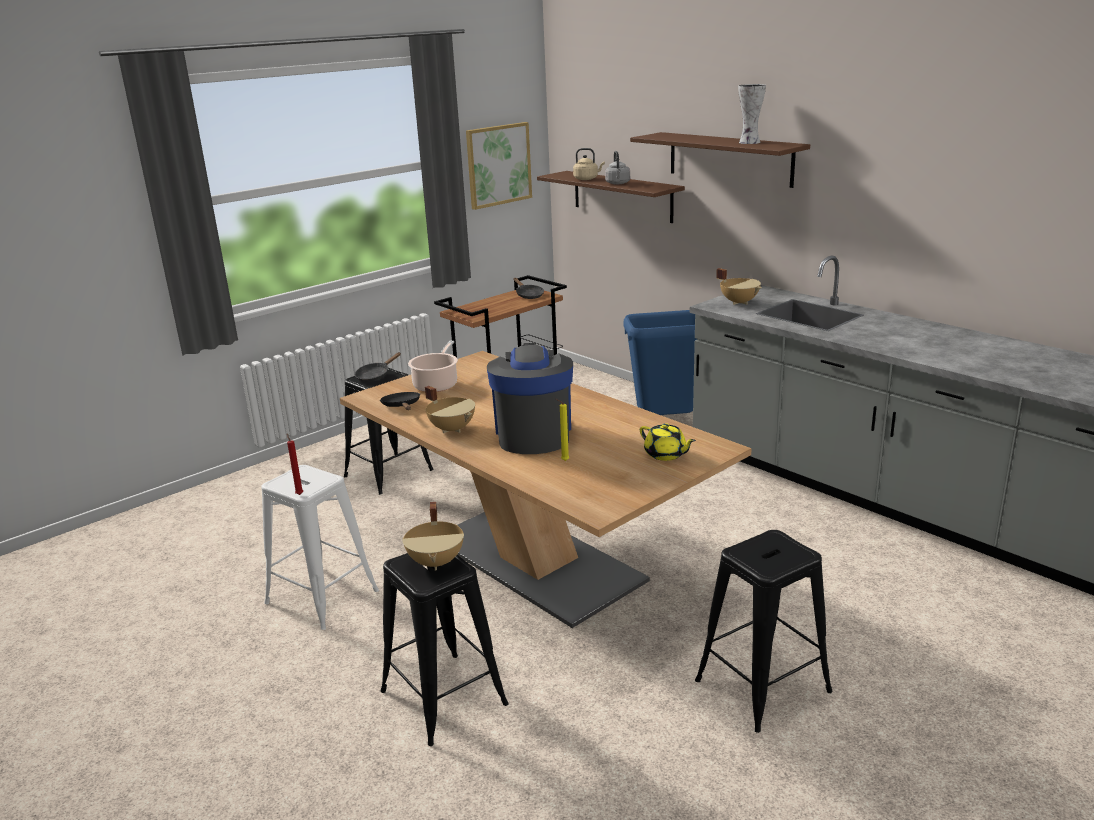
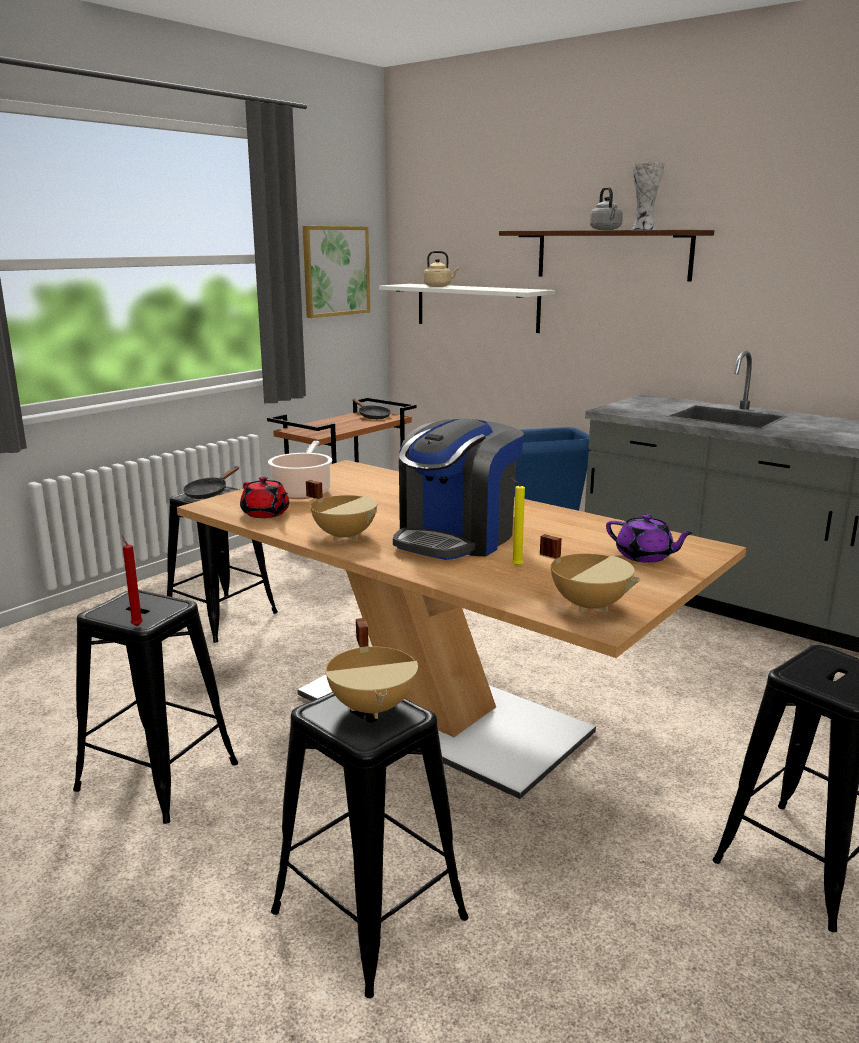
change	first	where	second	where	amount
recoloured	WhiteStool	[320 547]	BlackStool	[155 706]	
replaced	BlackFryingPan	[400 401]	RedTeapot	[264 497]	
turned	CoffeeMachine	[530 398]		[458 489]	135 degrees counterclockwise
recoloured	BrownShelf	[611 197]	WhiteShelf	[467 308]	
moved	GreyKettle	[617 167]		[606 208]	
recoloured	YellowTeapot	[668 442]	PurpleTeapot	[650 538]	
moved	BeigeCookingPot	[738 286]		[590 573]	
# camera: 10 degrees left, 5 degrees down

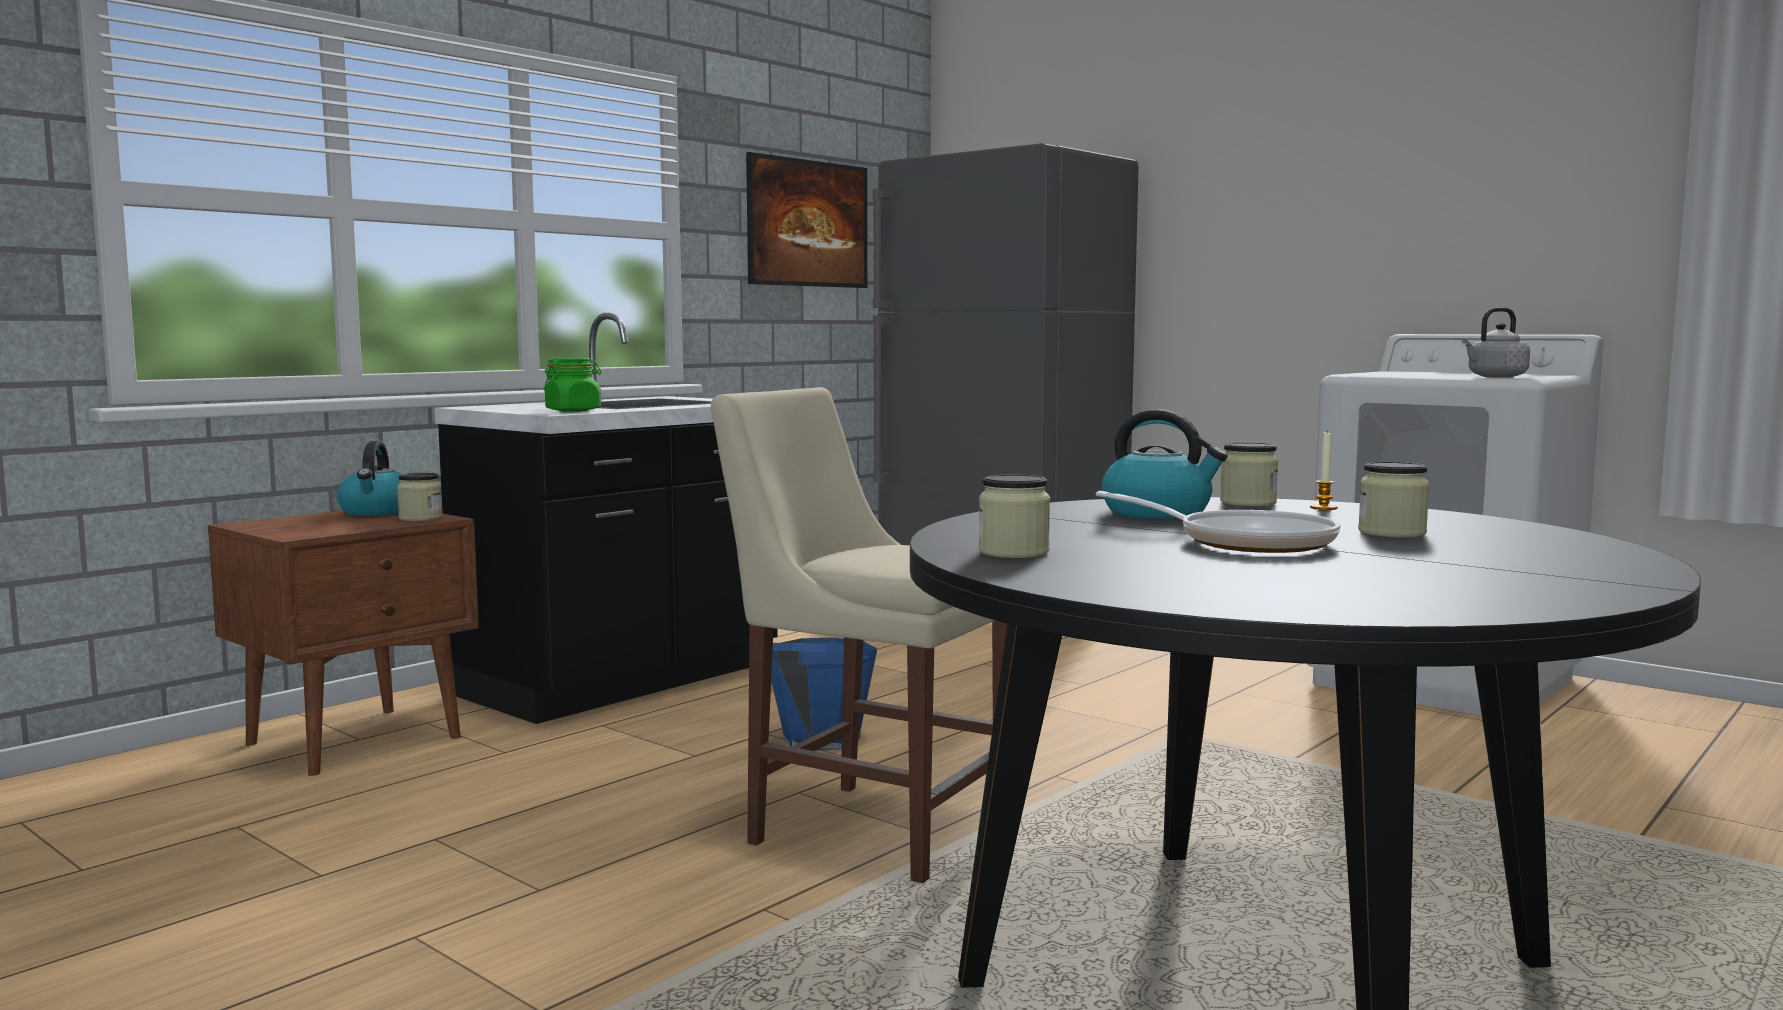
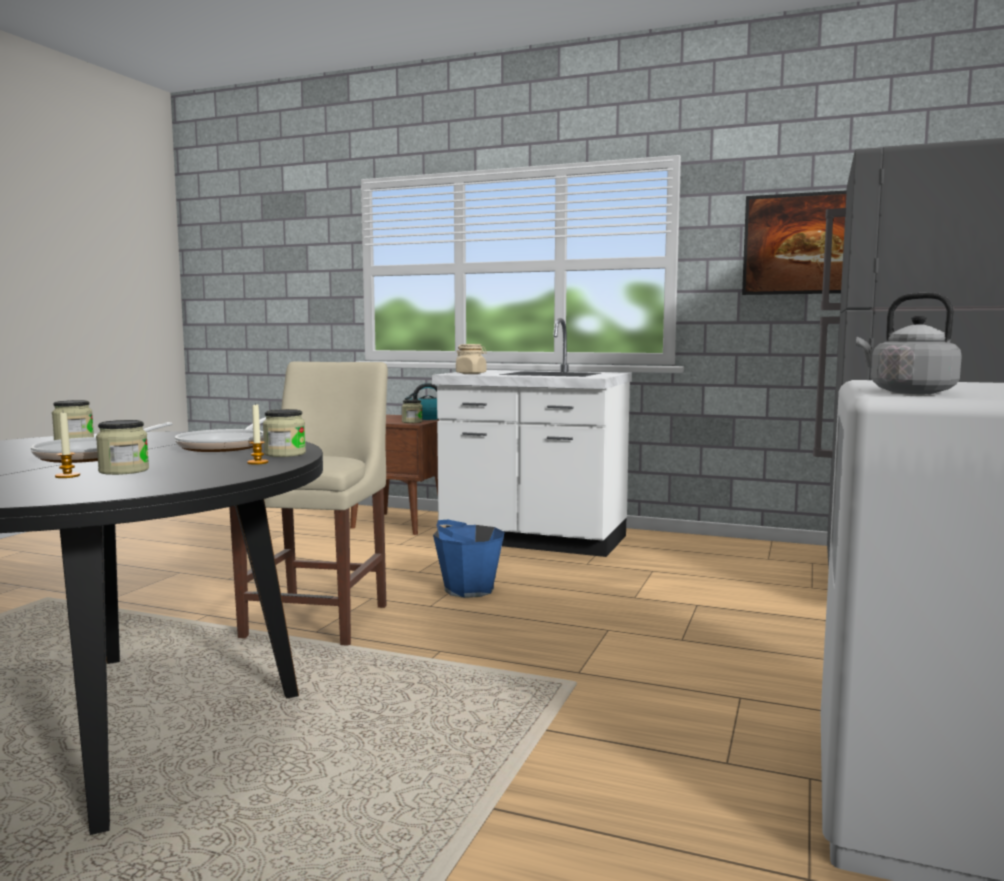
change	first	where	second	where	amount
recoloured	BlackCounter	[606 518]	WhiteCounter	[532 437]	
recoloured	GreenJar	[572 385]	BeigeJar	[471 359]	
replaced	Kettle	[1165 464]	FryingPan	[220 434]	
added			Candle	[67 445]	
# camera: 70 degrees right, 0 degrees up

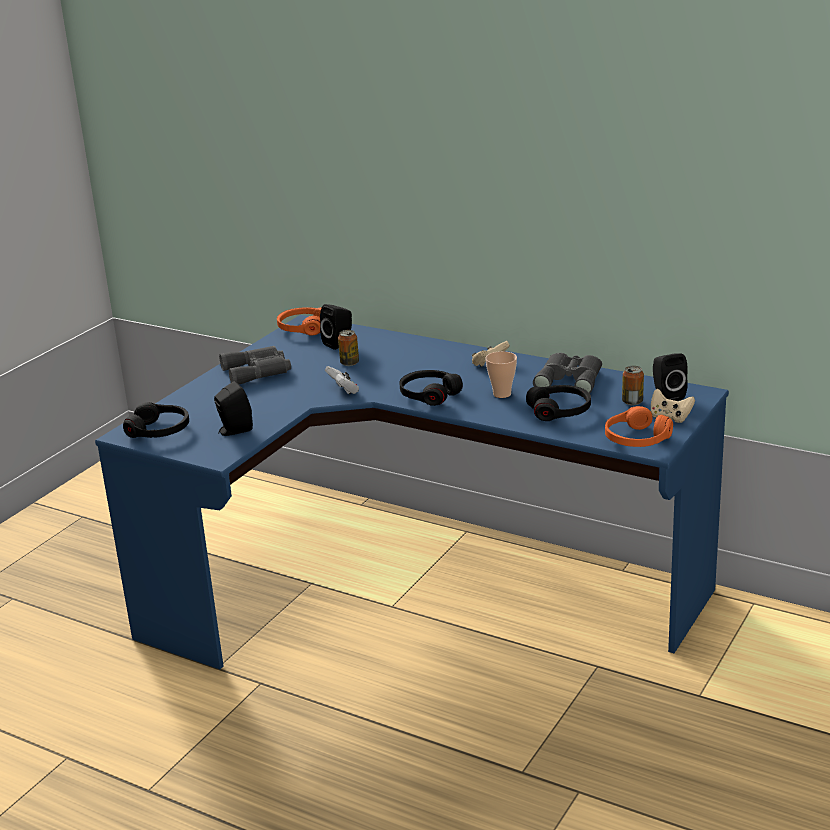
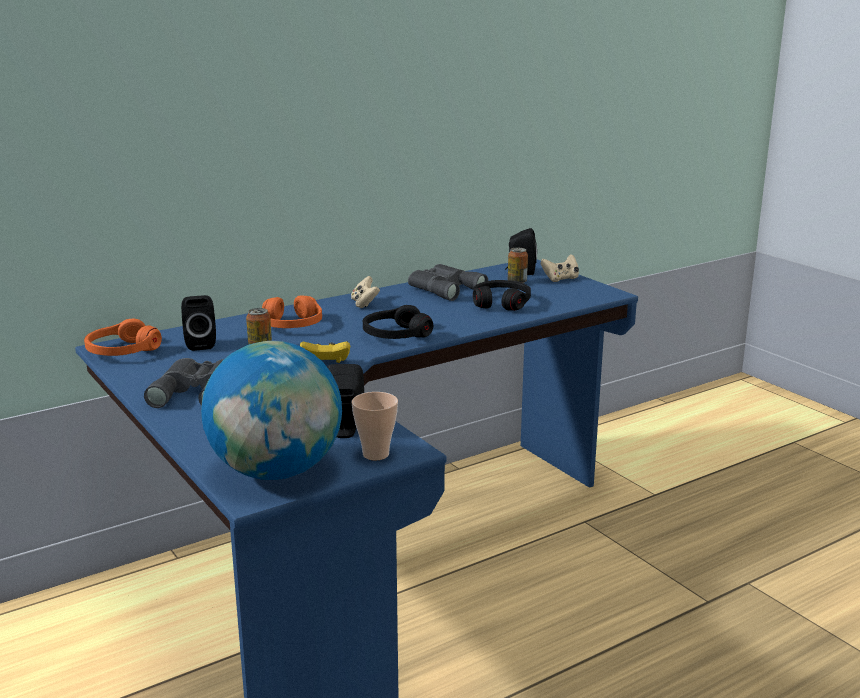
change	first	where	second	where	amount
replaced	BlackHeadphones	[156 420]	Globe	[271 410]	
recoloured	WhiteGameController	[342 380]	YellowGameController	[325 352]	
moved	Cup	[501 374]		[375 426]	
moved	OrangeHeadphones	[639 426]		[292 312]	
# camera: 65 degrees left, 5 degrees down

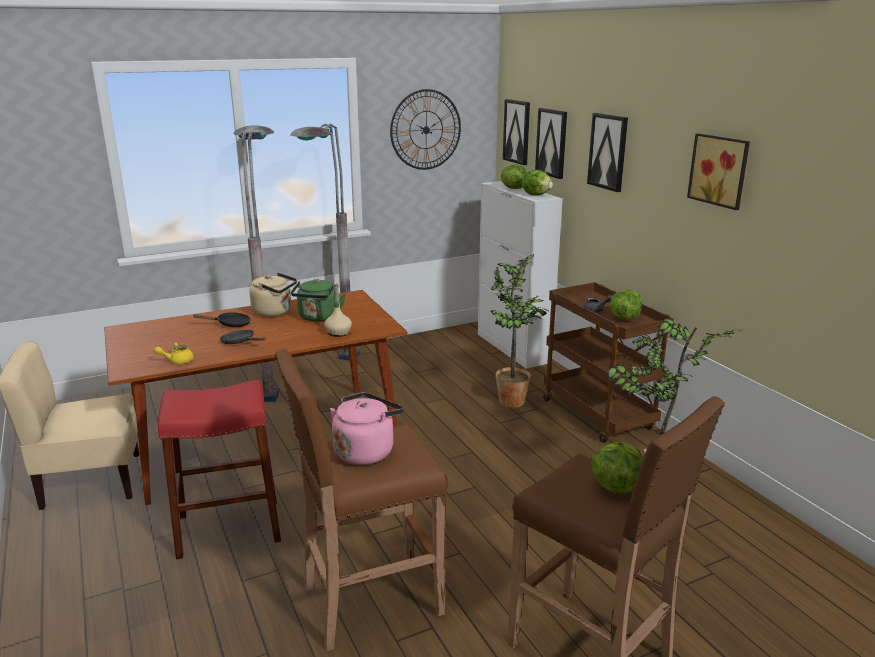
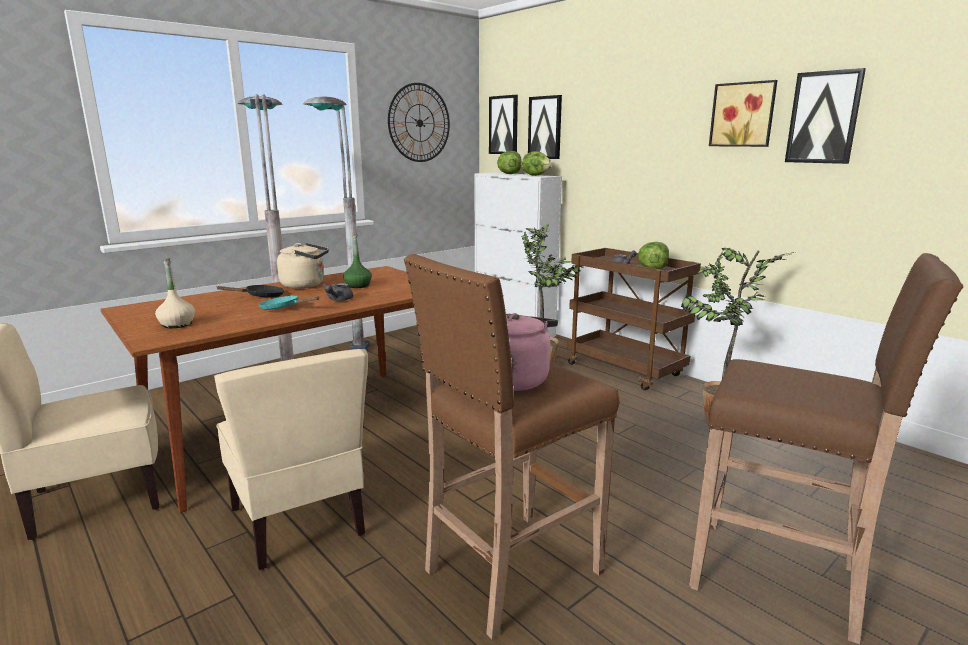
change	first	where	second	where	amount
removed	YellowTeapot	[174 353]			
replaced	RedStool	[219 470]	BeigeChair	[291 459]	
recoloured	BlackFryingPan	[243 337]	TurquoiseFryingPan	[289 303]	
replaced	GreenKettle	[318 300]	GreenBottle	[357 260]	
moved	BeigeBottle	[338 310]		[175 293]	
moved	Picture	[607 152]		[825 116]	
removed	Lettuce	[617 468]			
added			GreyTeapot	[338 292]	
# camera: 15 degrees left, 5 degrees down

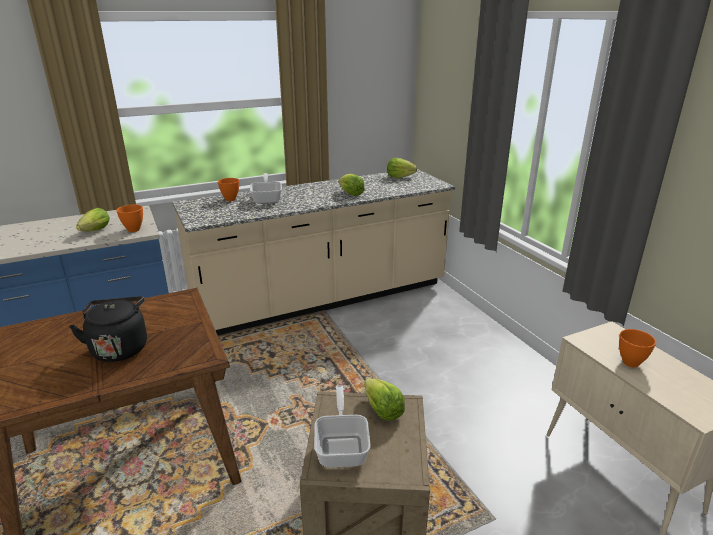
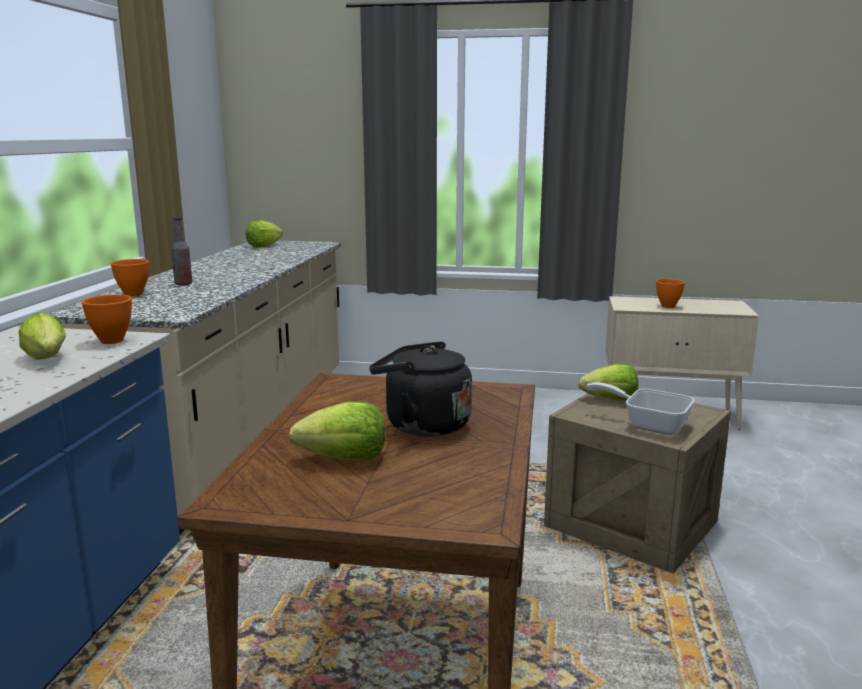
change	first	where	second	where	amount
replaced	FryingPan	[266 188]	Bottle	[181 251]	
moved	Lettuce	[352 185]		[338 430]	
# camera: 55 degrees left, 10 degrees down

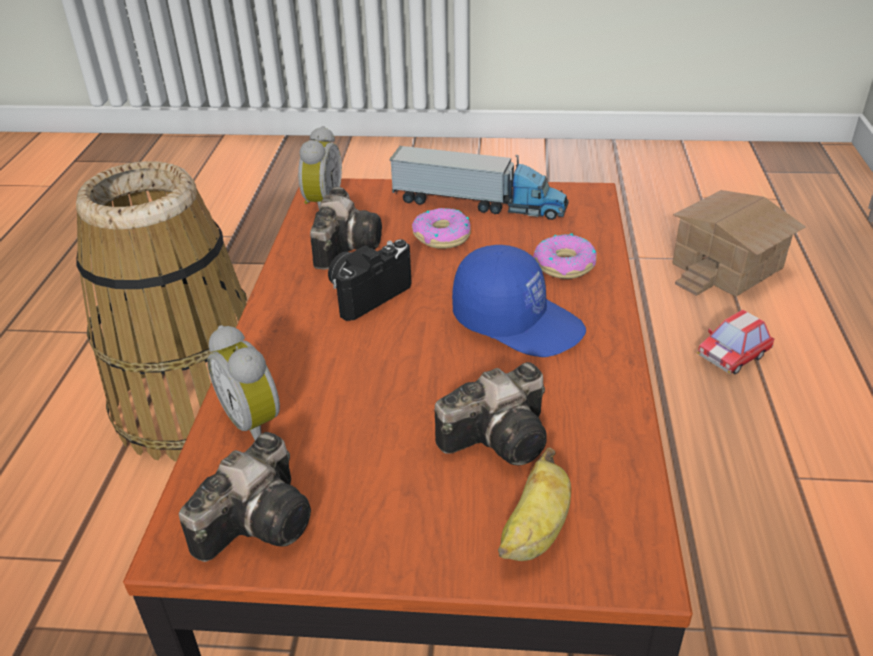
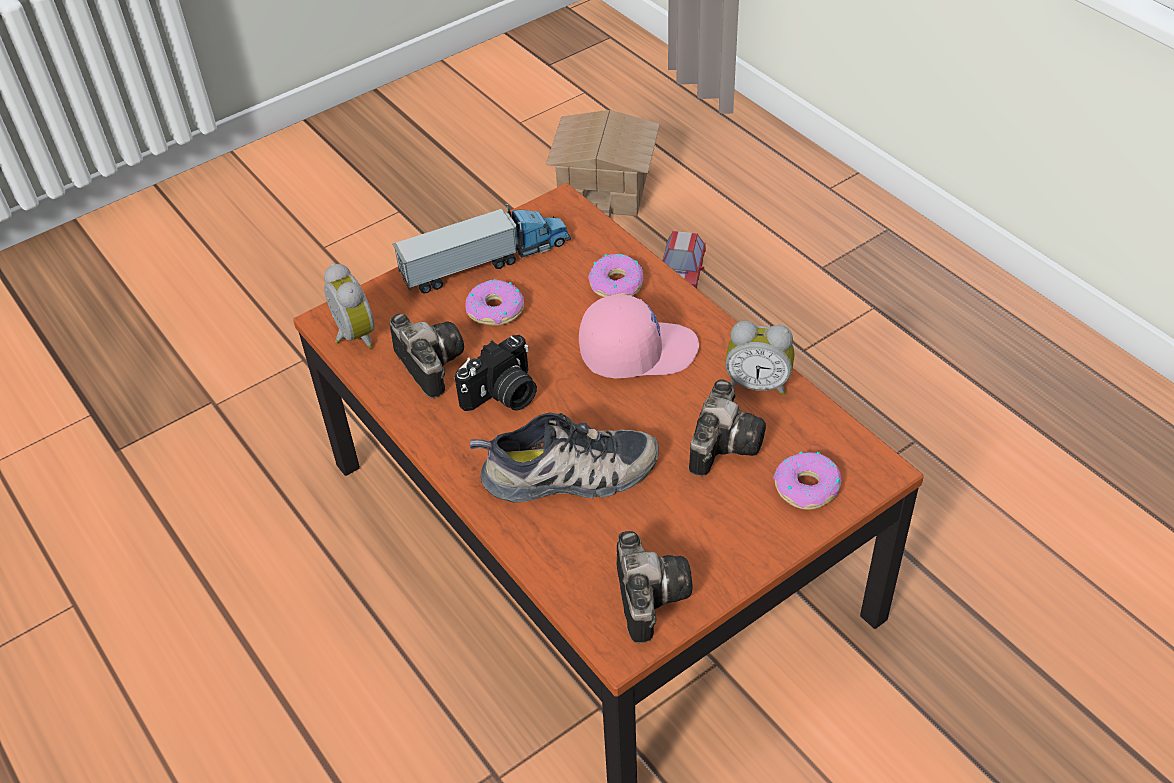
change	first	where	second	where	amount
removed	Basket	[161 311]			
moved	AlarmClock	[243 382]		[759 358]	
turned	PhotoCamera	[370 280]		[496 373]	135 degrees counterclockwise
recoloured	BlueCap	[519 301]	PinkCap	[639 336]	
replaced	Banana	[534 504]	Donut	[807 481]	
added			Shoe	[564 457]	
# camera: 40 degrees left, 10 degrees up

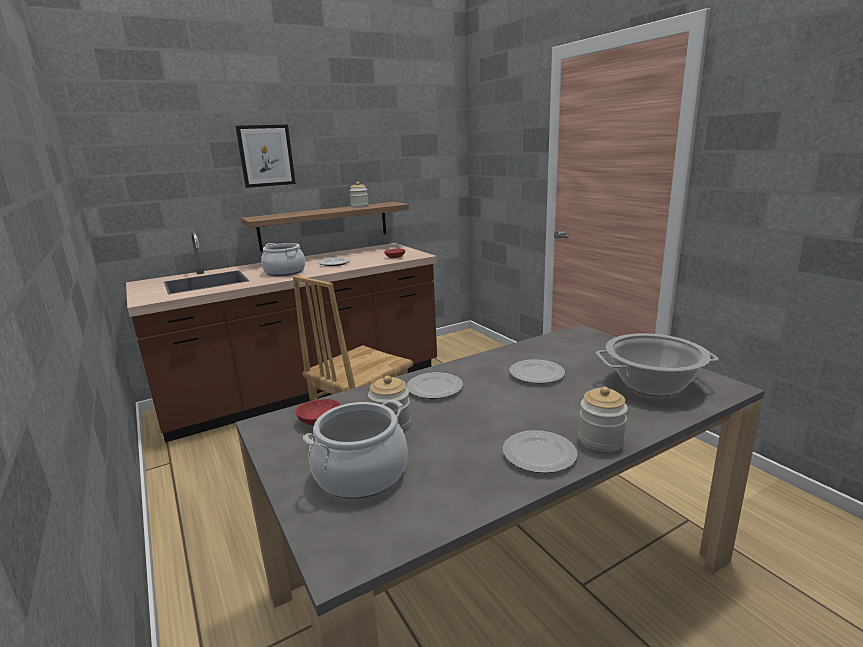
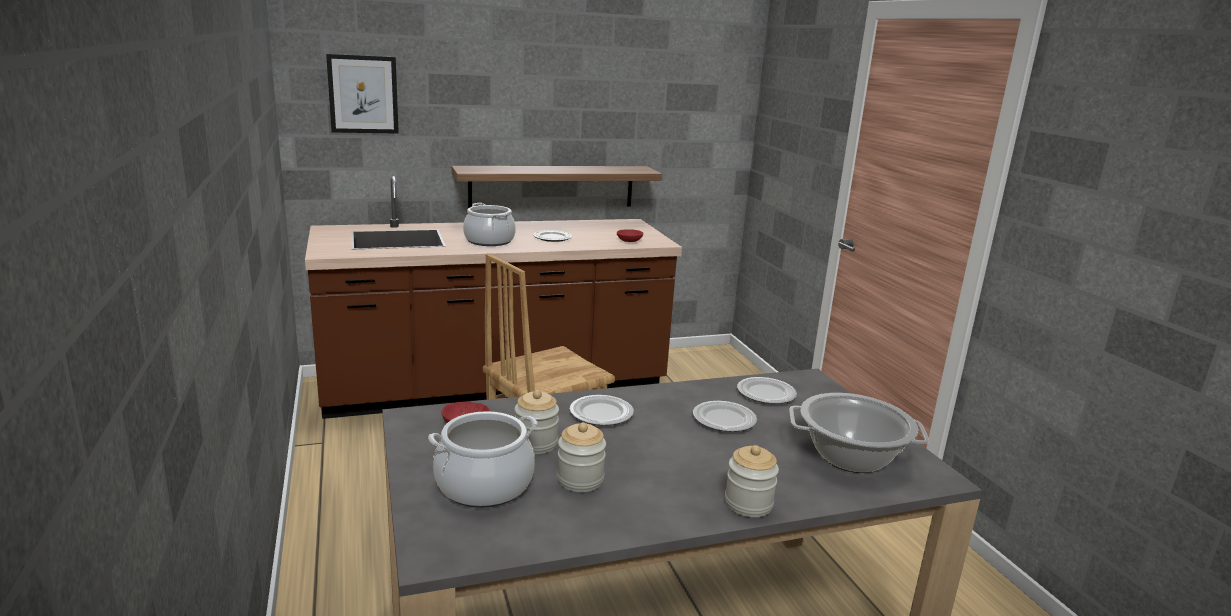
change	first	where	second	where	amount
moved	Picture	[266 156]		[362 94]	
moved	Jar	[359 195]		[581 457]	
moved	Plate	[540 451]		[767 390]	
# camera: 10 degrees right, 0 degrees up

